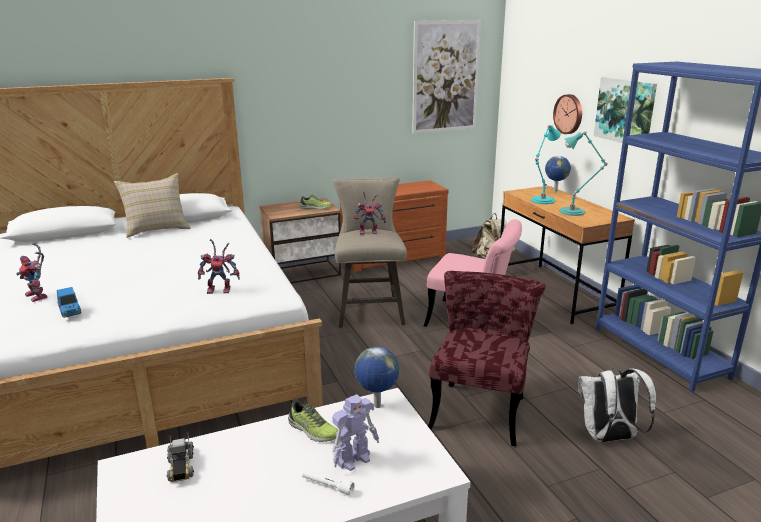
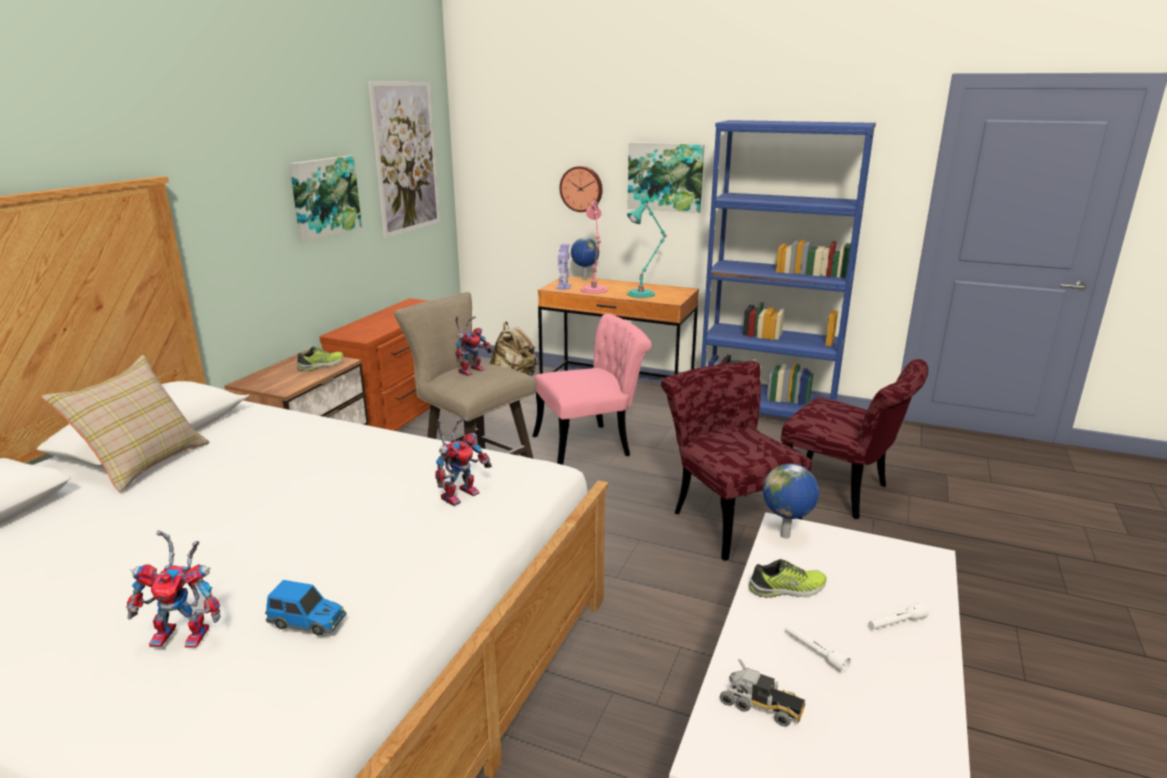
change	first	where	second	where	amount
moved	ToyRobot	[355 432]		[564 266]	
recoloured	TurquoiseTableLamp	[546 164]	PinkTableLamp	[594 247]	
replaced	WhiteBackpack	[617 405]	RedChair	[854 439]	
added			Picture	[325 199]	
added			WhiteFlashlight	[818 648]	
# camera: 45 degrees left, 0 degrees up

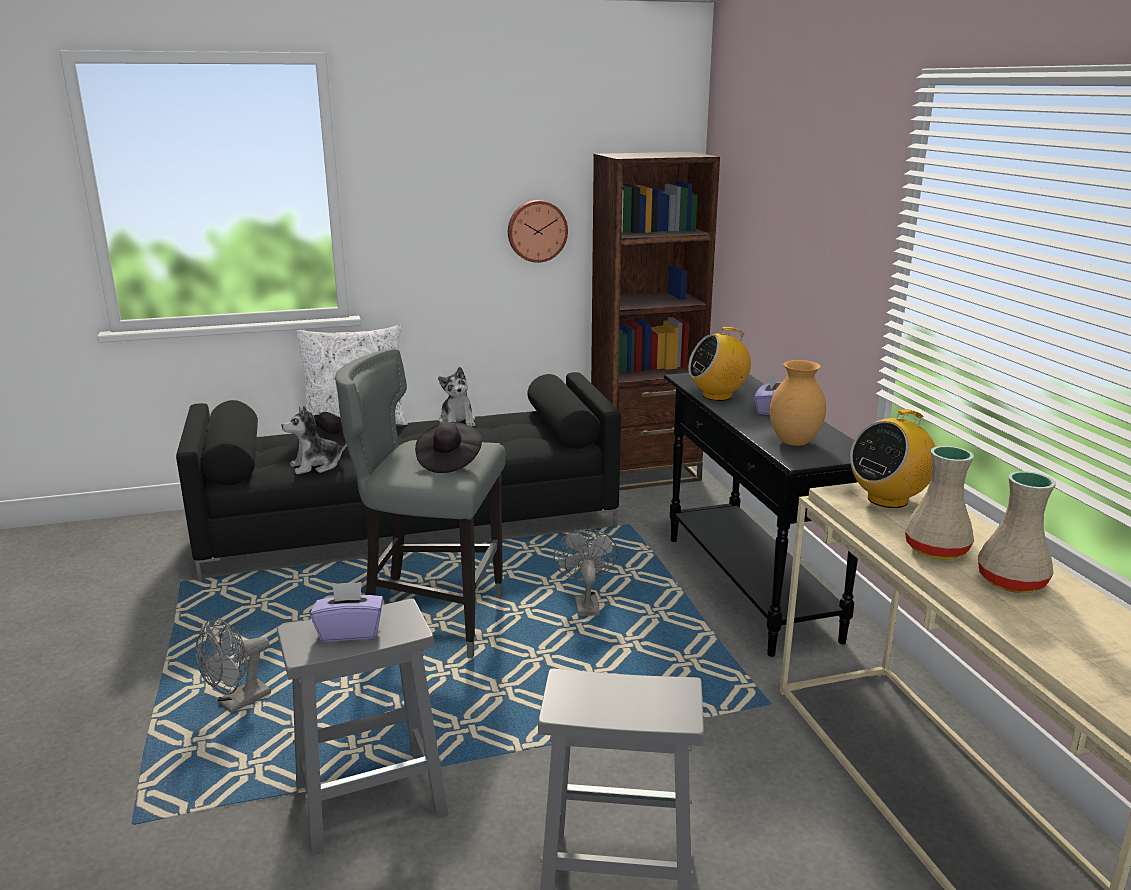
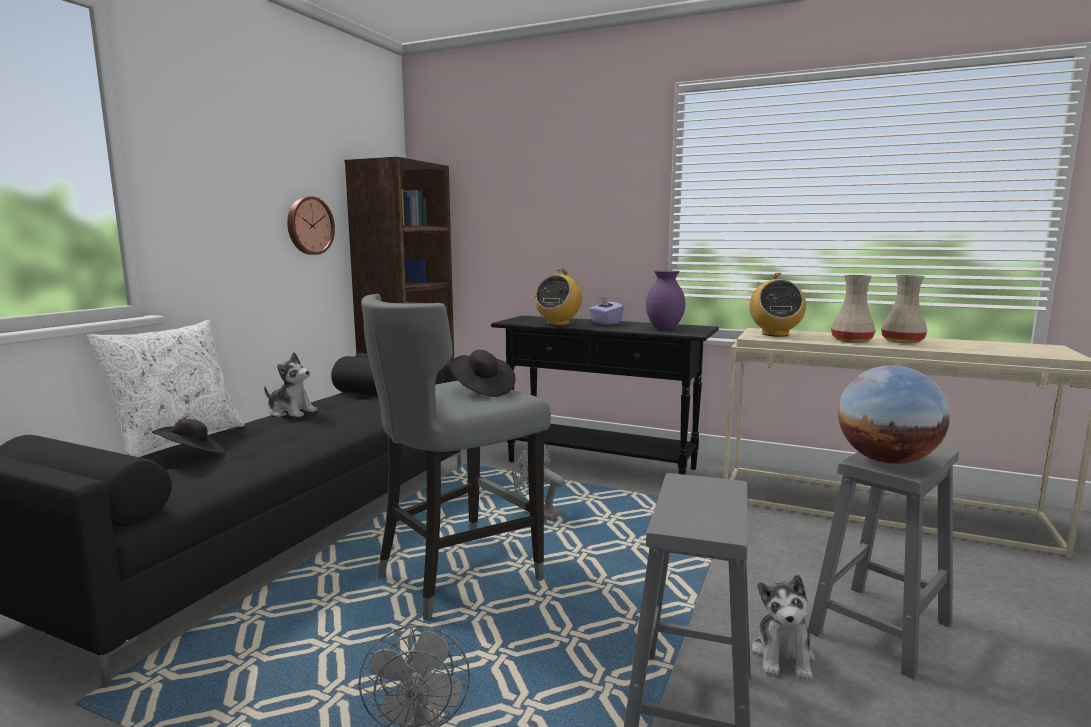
change	first	where	second	where	amount
moved	PlushToy	[314 440]		[783 627]	
removed	PurpleTissueBox	[346 612]			
recoloured	BrownVase	[798 403]	PurpleVase	[665 300]	
added			Globe	[894 414]	
# camera: 50 degrees left, 10 degrees down

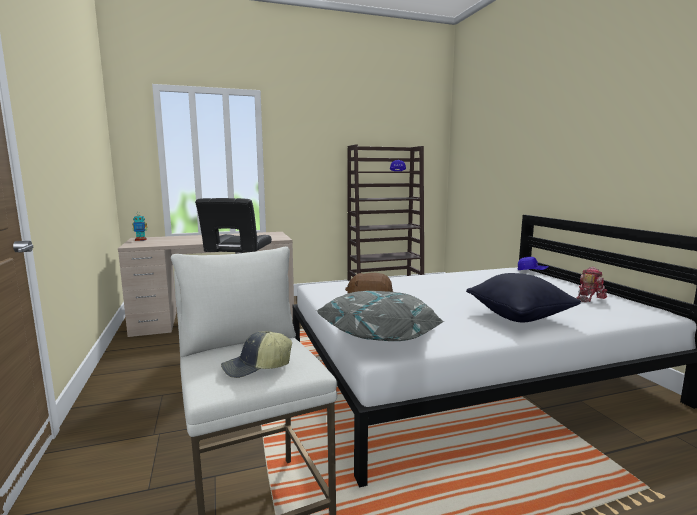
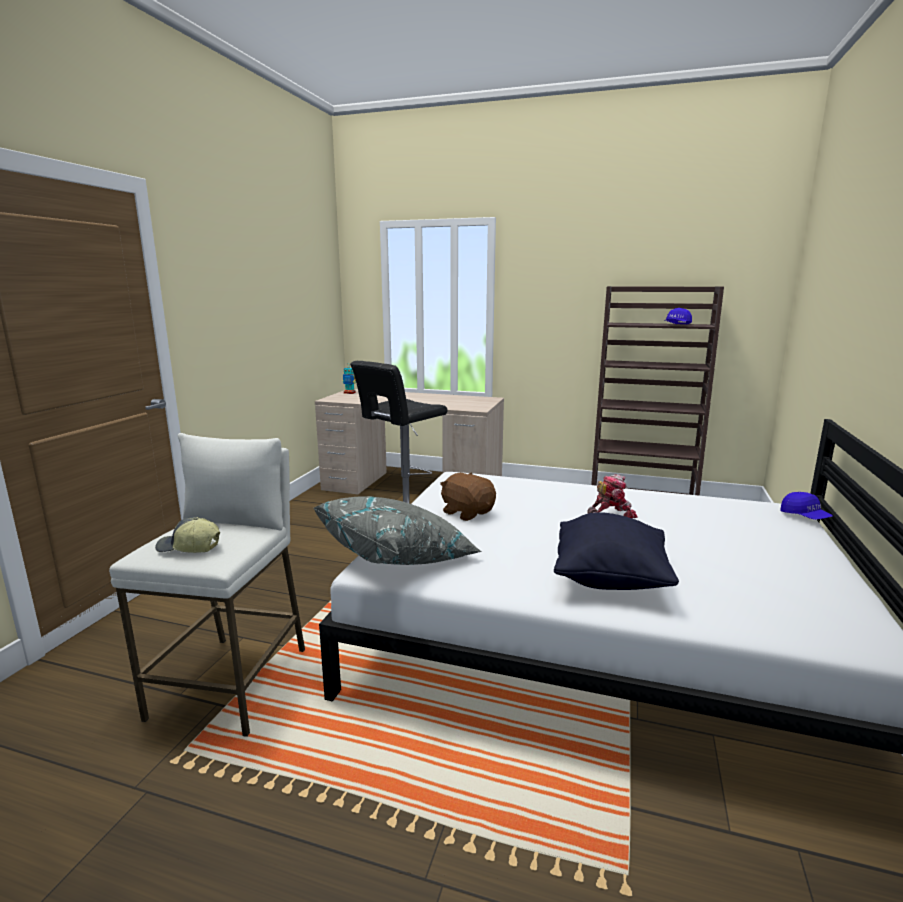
change	first	where	second	where	amount
moved	ToyRobot	[592 284]		[612 496]	
# camera: 35 degrees right, 5 degrees up

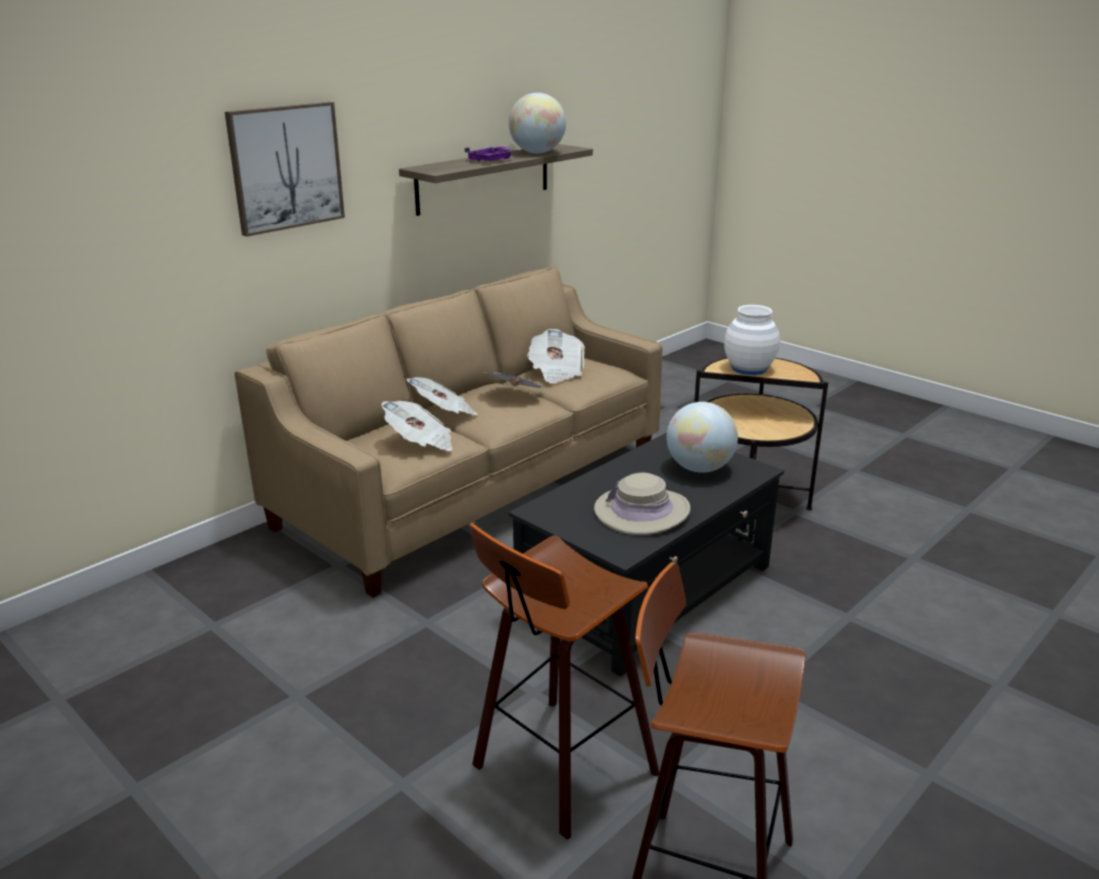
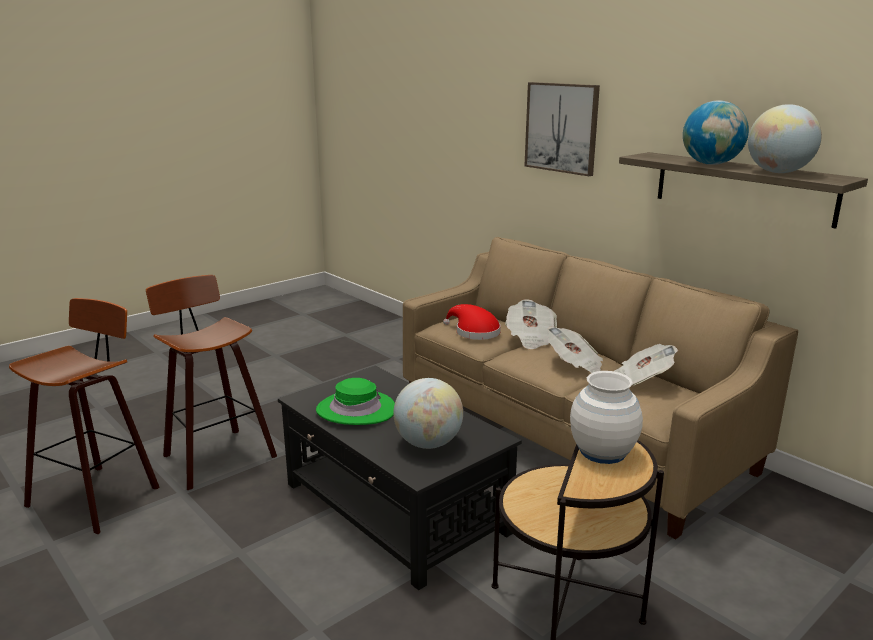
change	first	where	second	where	amount
replaced	Newspaper	[416 426]	RedHat	[472 322]	
replaced	PurpleTray	[489 154]	Globe	[716 132]	
recoloured	BeigeHat	[642 504]	GreenHat	[355 401]	
# camera: 95 degrees right, 5 degrees down

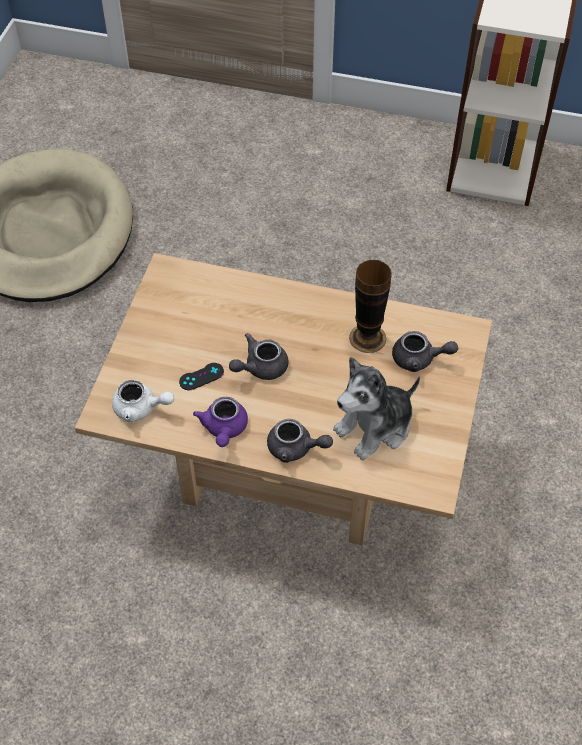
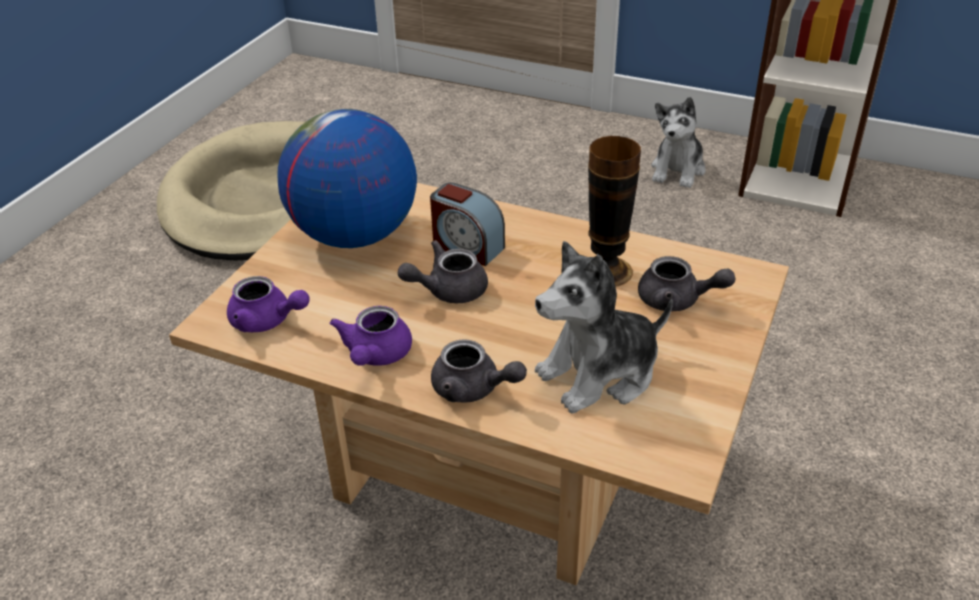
change	first	where	second	where	amount
recoloured	WhiteTeapot	[143 401]	PurpleTeapot	[268 304]	
removed	BlackGameController	[201 376]			
added			Globe	[347 178]	
added			AlarmClock	[467 224]	
added			PlushToy	[678 142]	
# camera: 10 degrees right, 15 degrees down

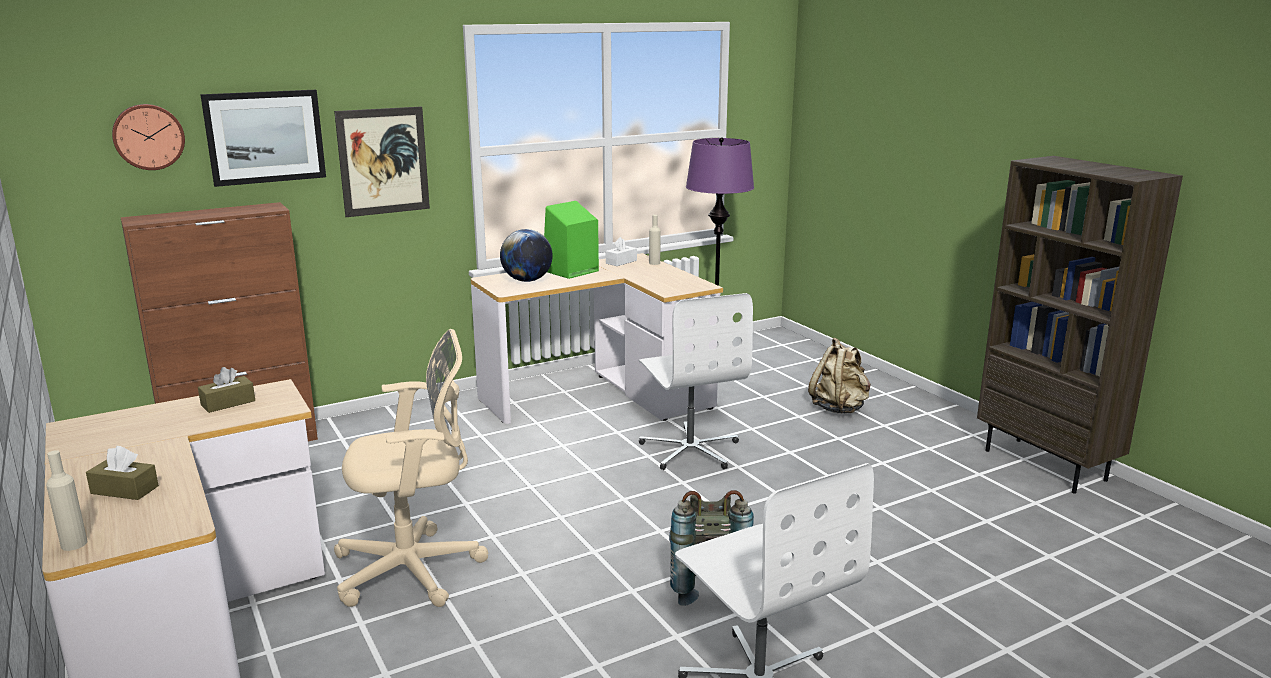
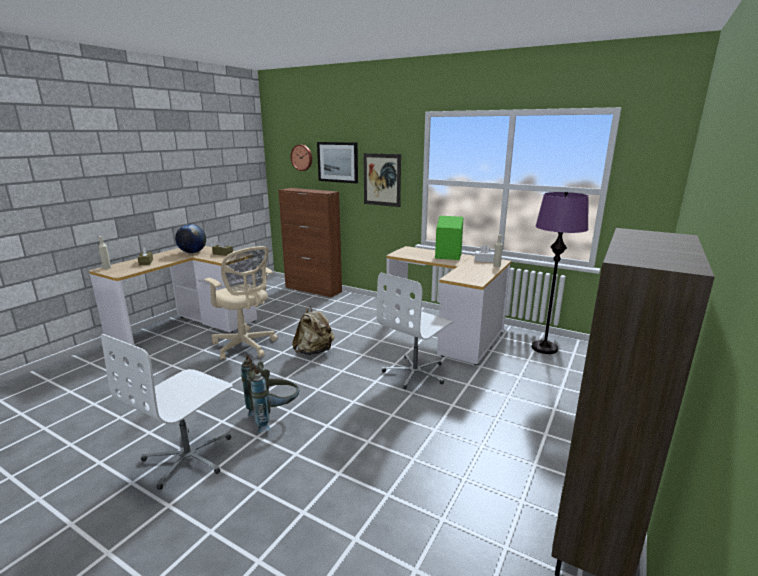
change	first	where	second	where	amount
moved	Globe	[526 255]		[190 238]	
moved	BeigeBackpack	[839 375]		[313 330]	
# camera: 60 degrees right, 0 degrees up

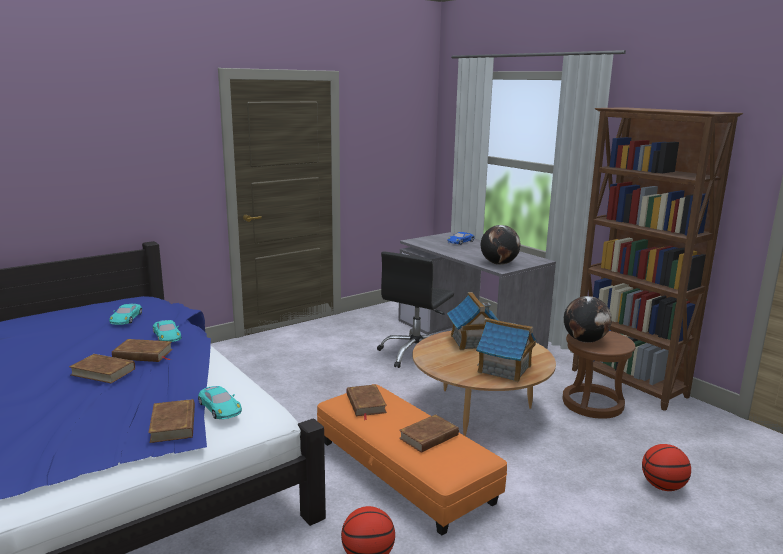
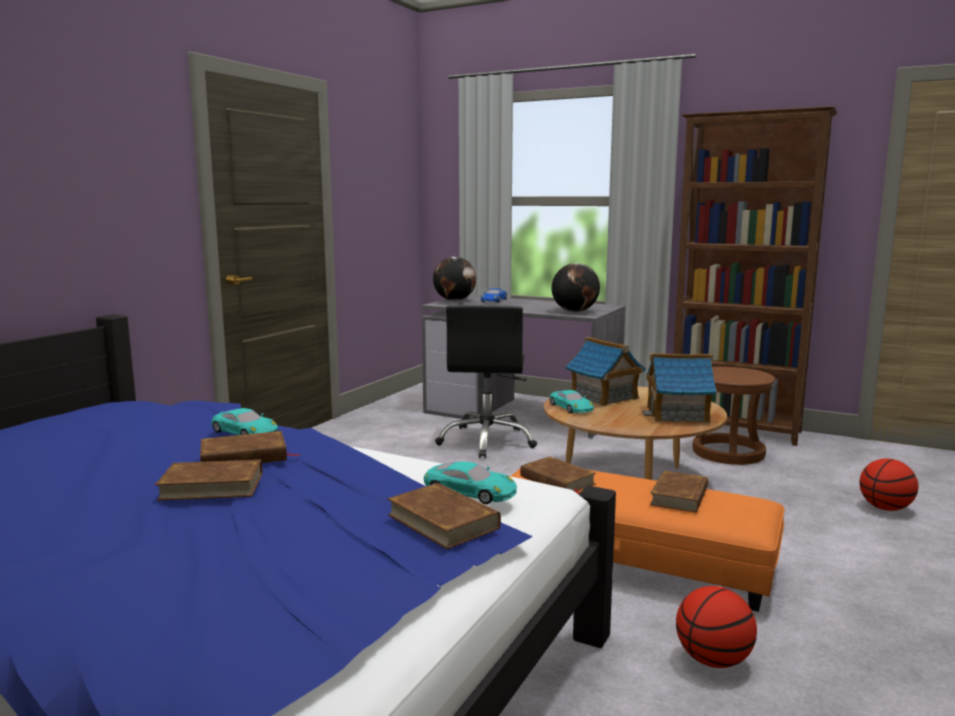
change	first	where	second	where	amount
moved	TurquoiseToyCar	[125 314]		[572 401]	
moved	Globe	[588 319]		[454 279]	
# camera: 25 degrees left, 5 degrees down

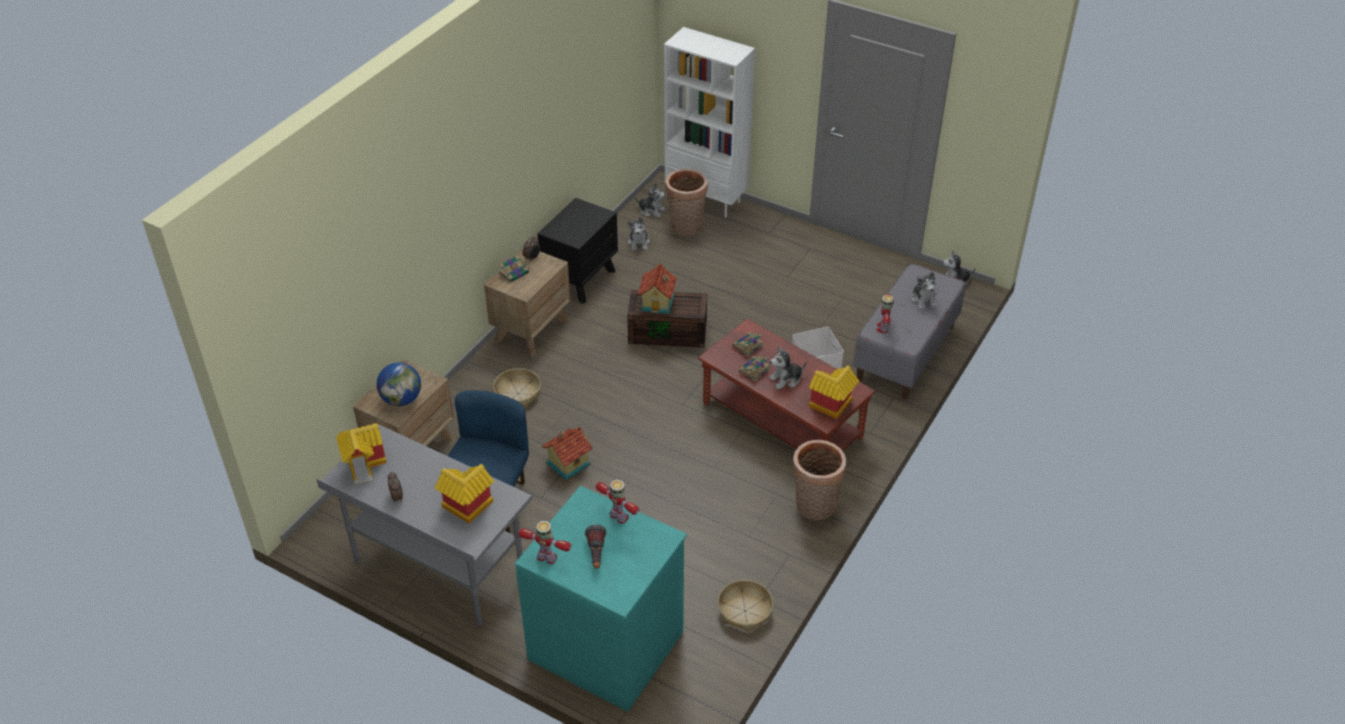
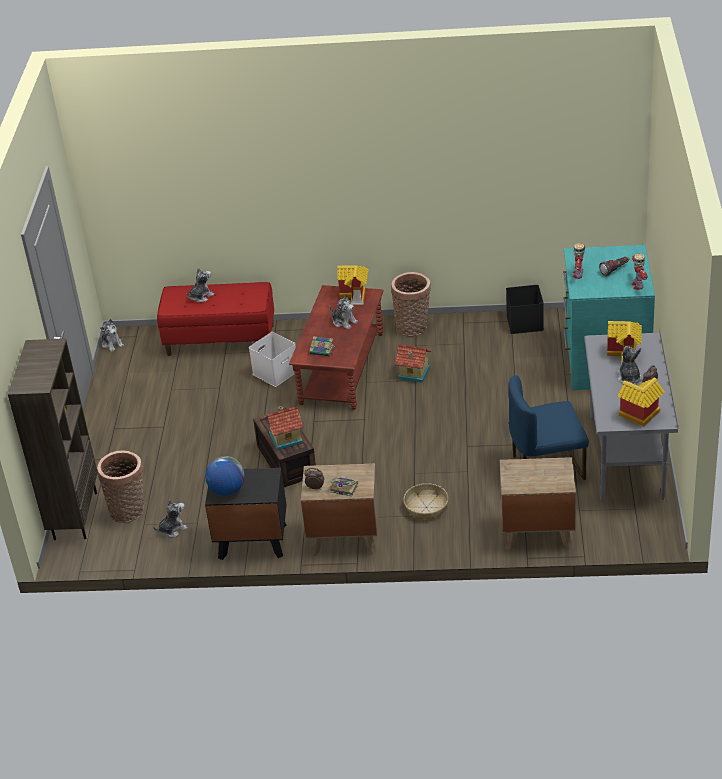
change	first	where	second	where	amount
moved	Globe	[399 384]		[225 476]	
moved	ToyHouse	[567 453]		[413 363]	
moved	PlushToy	[650 200]		[629 365]	
recoloured	WhiteBookcase	[709 122]	BrownBookcase	[53 439]	
replaced	Basket	[745 606]	BlackStorageBox	[525 309]	
removed	Book	[754 369]			
recoloured	GreyBench	[909 331]	RedBench	[215 319]	
removed	ToyRobot	[885 313]			
# camera: 115 degrees left, 5 degrees down

